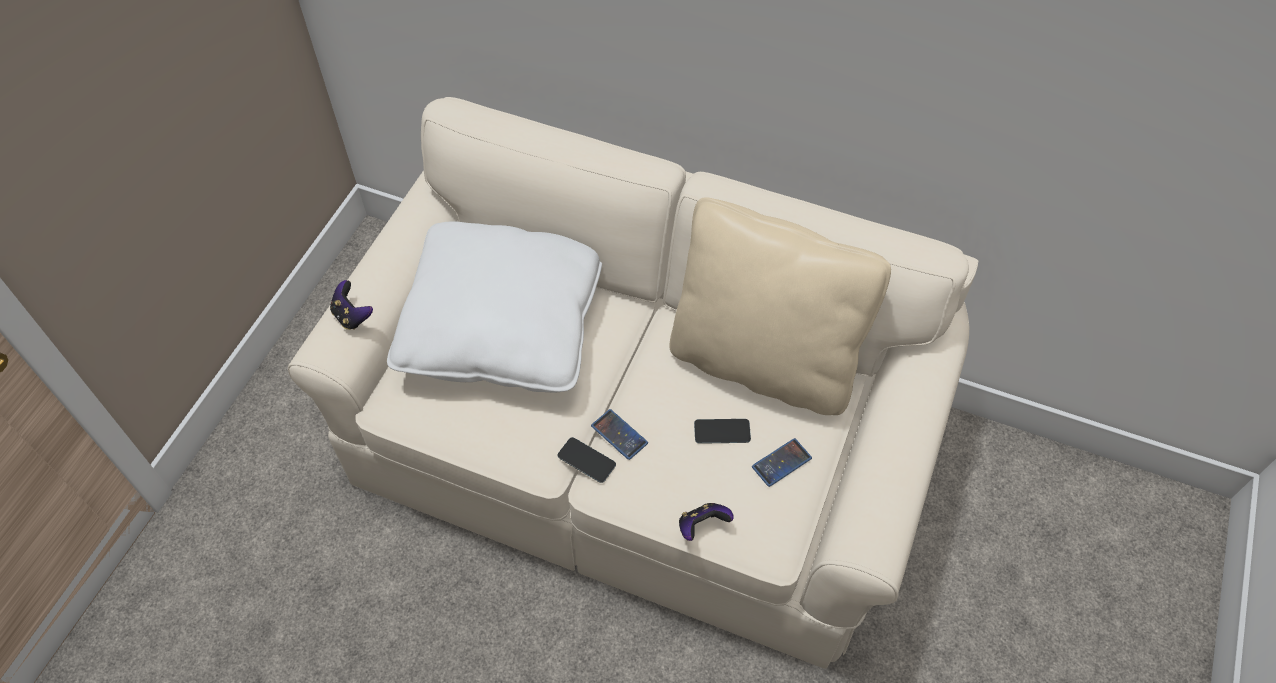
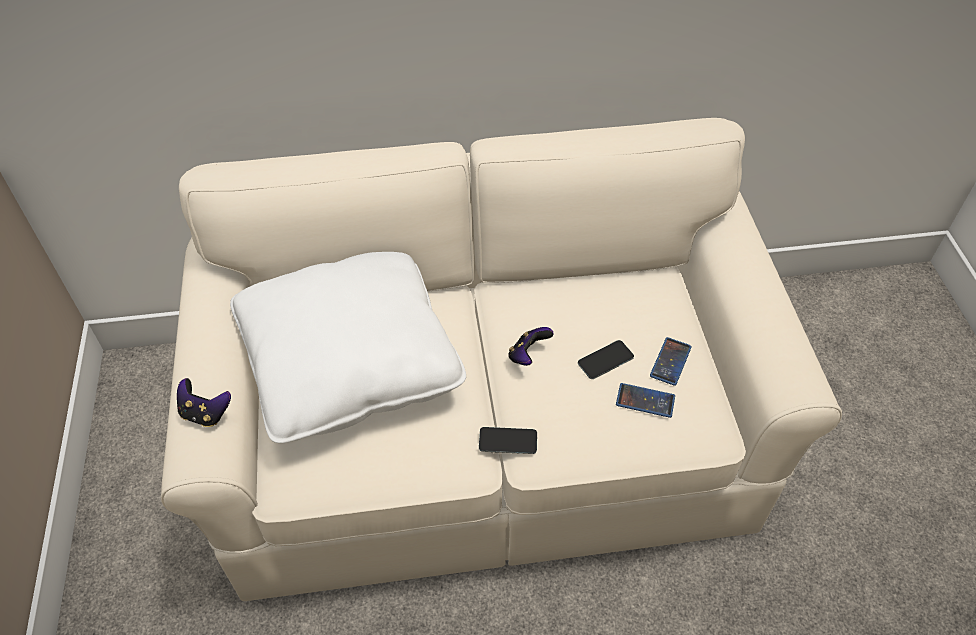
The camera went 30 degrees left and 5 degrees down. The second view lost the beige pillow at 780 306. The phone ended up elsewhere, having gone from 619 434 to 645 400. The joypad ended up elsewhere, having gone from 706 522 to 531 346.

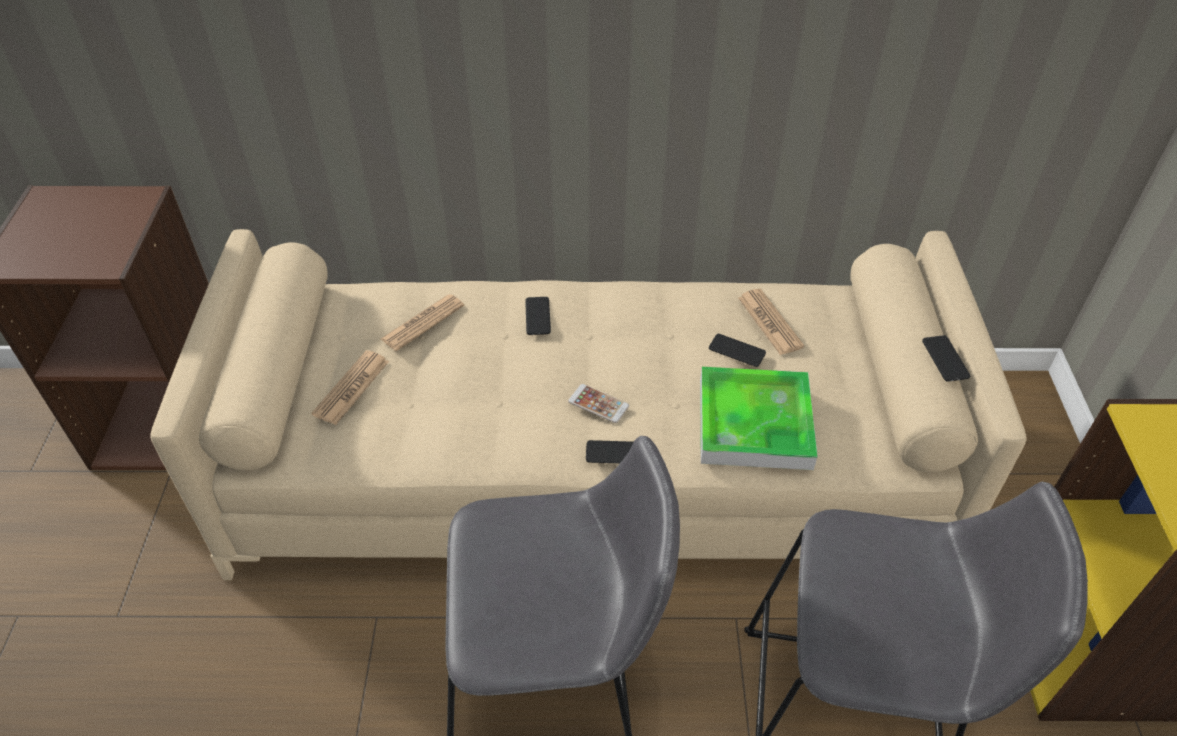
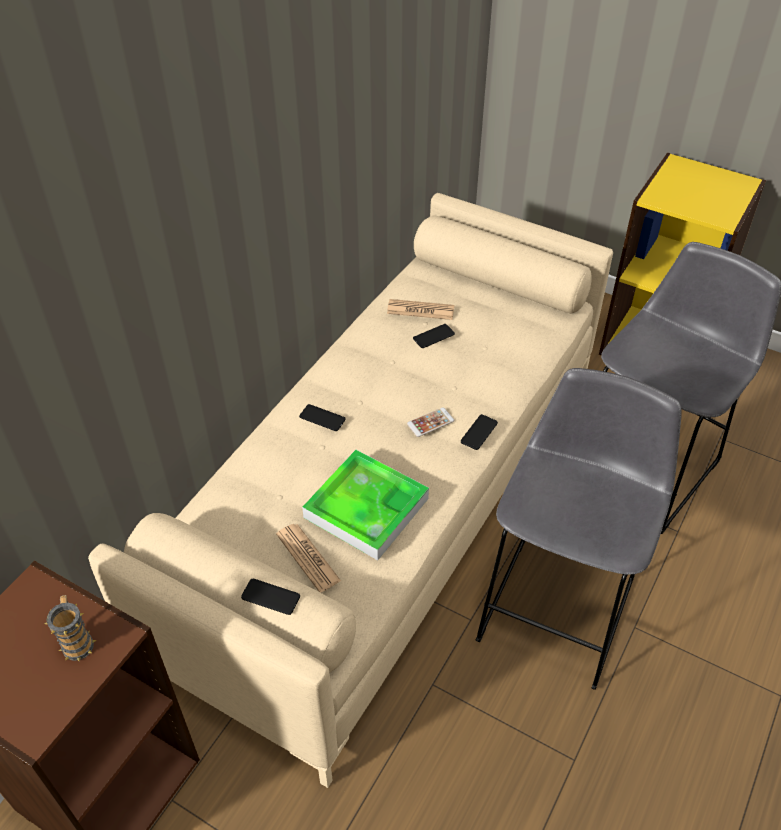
The camera went 60 degrees left and 0 degrees up. The second view lost the daily paper at 422 322. The second view gained the coffee mug at 70 628. The carrying tray ended up elsewhere, having gone from 759 418 to 365 505. The phone ended up elsewhere, having gone from 946 358 to 270 597.

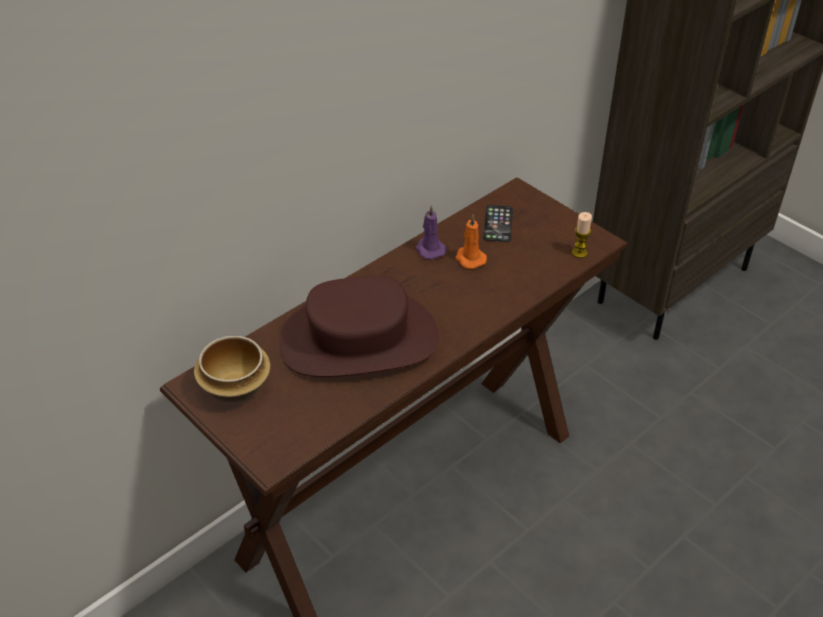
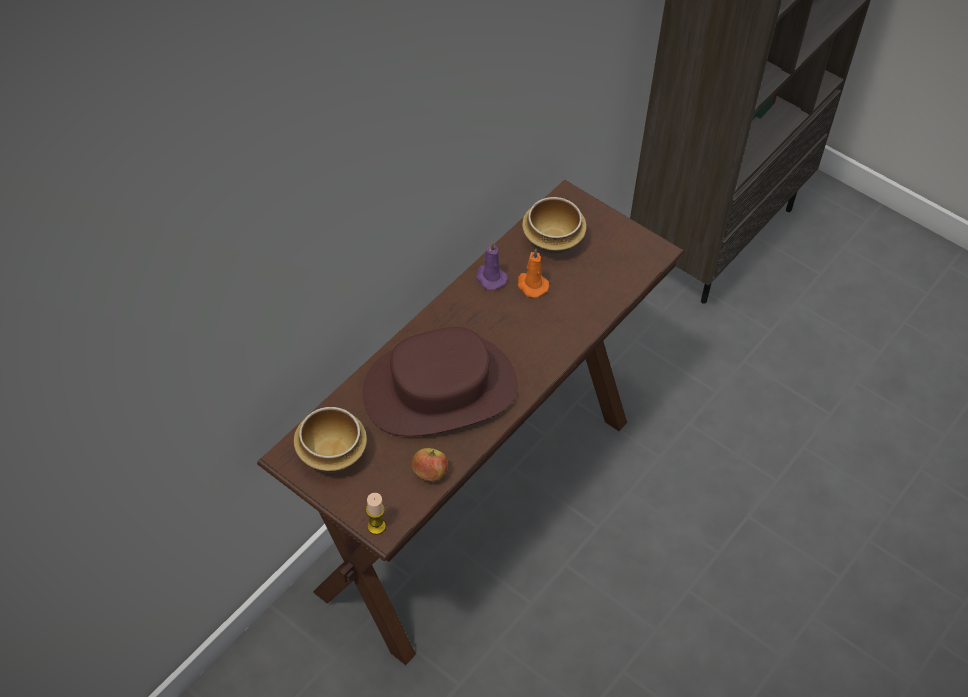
The camera went 10 degrees left and 10 degrees up. The second view gained the apple at 430 465. The wax candle ended up elsewhere, having gone from 582 235 to 376 514. Where the phone stood at 498 223, the serving bowl came to stand at 554 226.

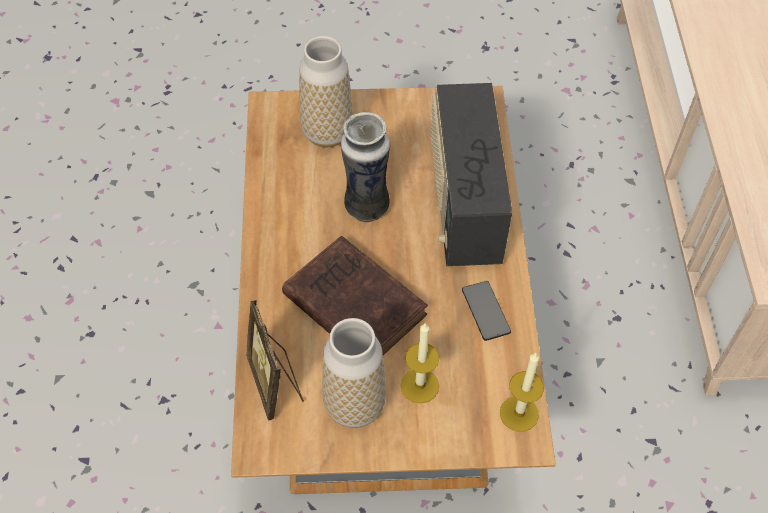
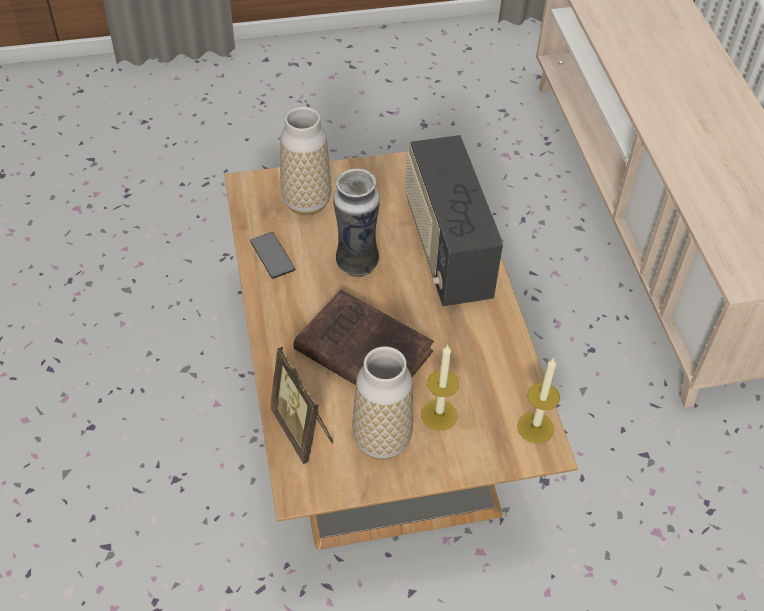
The camera went 10 degrees left and 5 degrees down. The phone ended up elsewhere, having gone from 486 311 to 272 255.

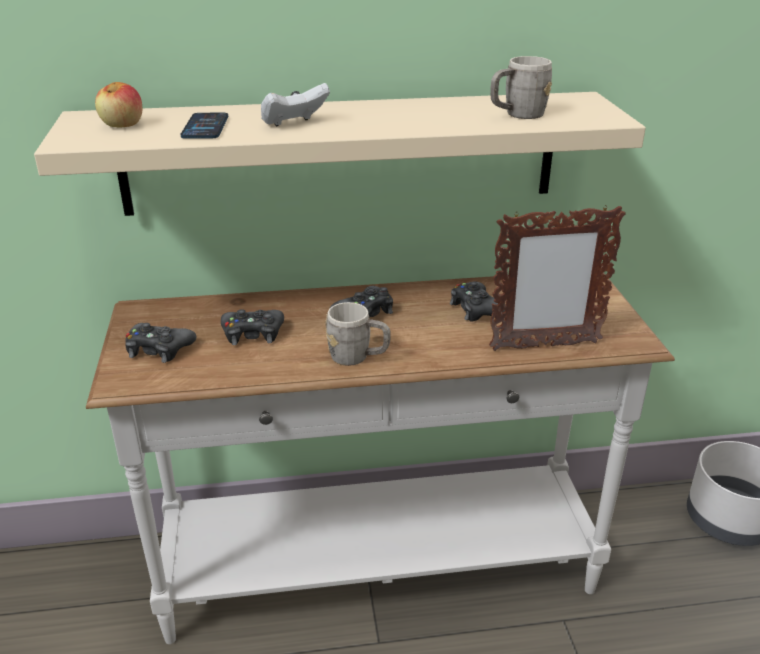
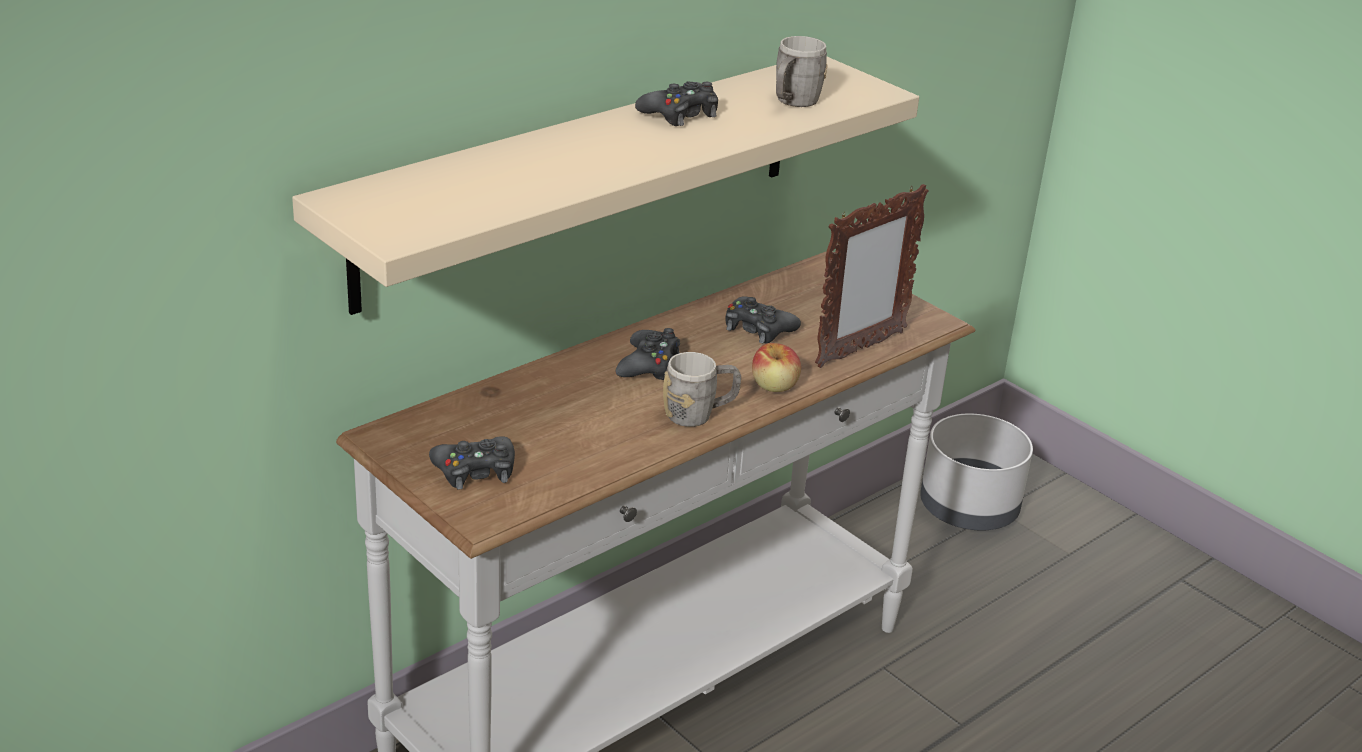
The camera went 35 degrees left and 0 degrees up. The second view lost the phone at 204 126. The second view lost the whitish joypad at 295 104. The apple ended up elsewhere, having gone from 118 104 to 776 367. The blackish joypad ended up elsewhere, having gone from 252 327 to 676 103.

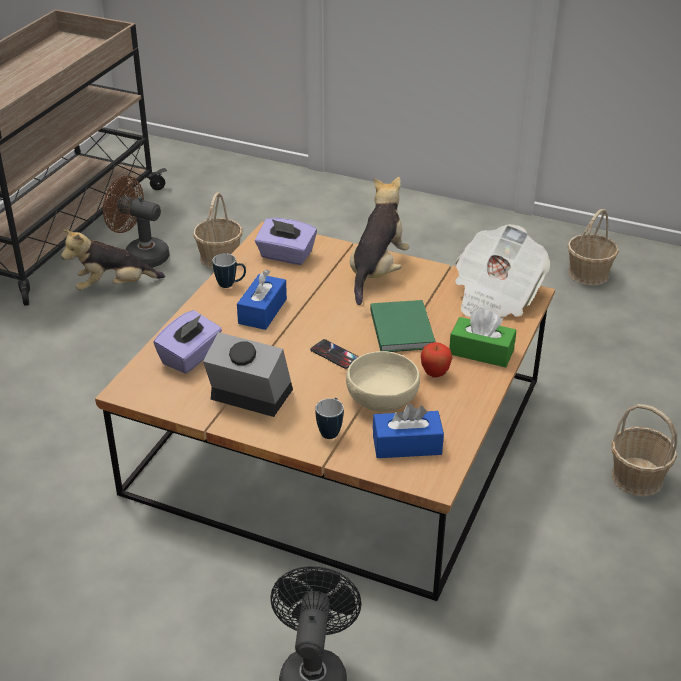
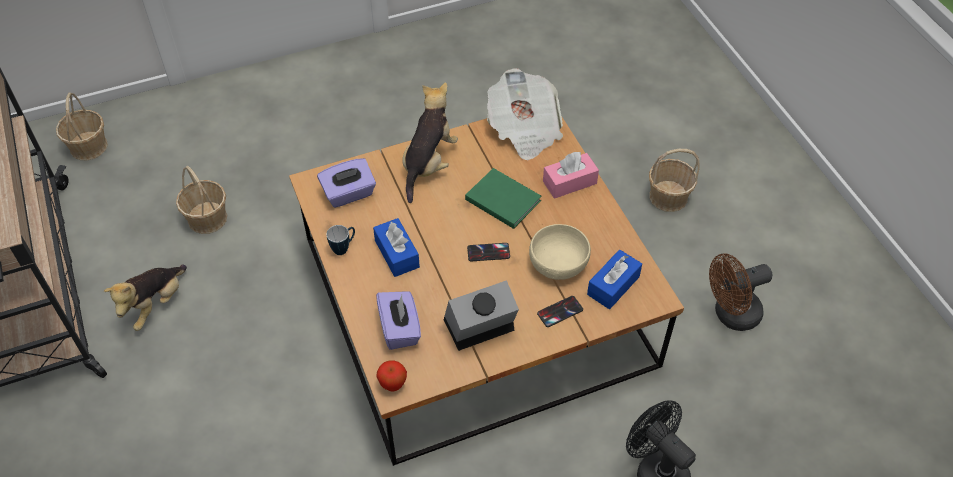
The camera went 45 degrees left and 15 degrees up. The brown cooling fan ended up elsewhere, having gone from 136 222 to 740 292. The apple ended up elsewhere, having gone from 436 360 to 391 376. The storage basket ended up elsewhere, having gone from 593 247 to 82 126. Where the coffee mug stood at 329 418, the phone came to stand at 560 311. What was the greenish box of tissues at 482 338 turned into the pink-coloured box of tissues at 571 175. The plush toy at 379 241 ended up facing another way, 45 degrees clockwise from before.

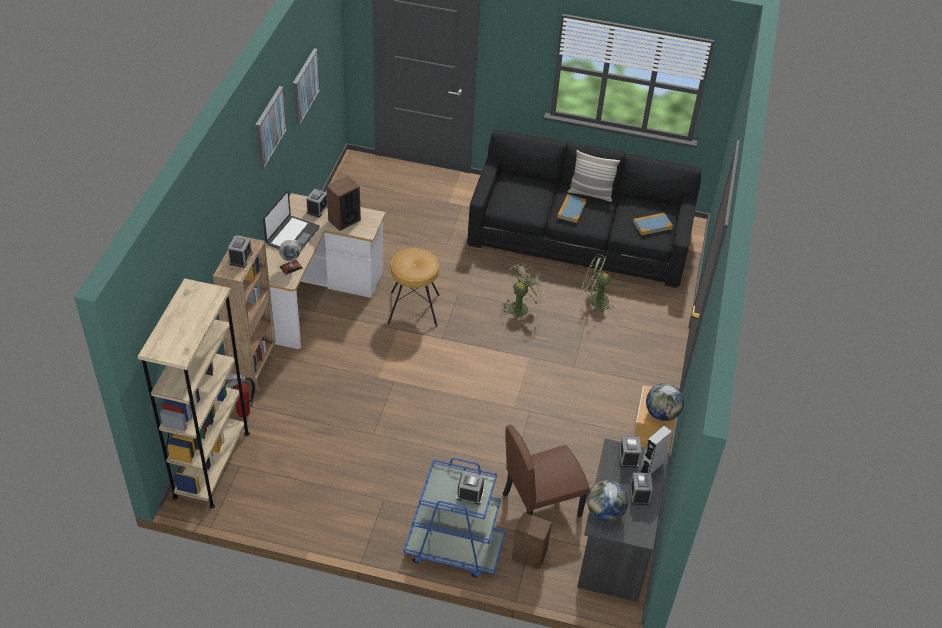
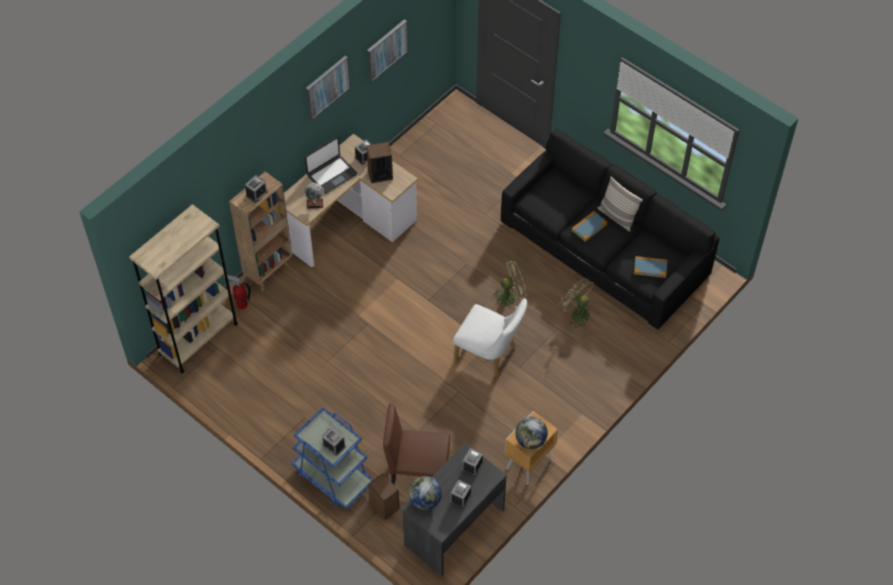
The camera went 30 degrees right and 10 degrees up. The second view lost the brown stool seat at 414 287. The second view lost the grey speaker at 656 450. The second view gained the whitish chair at 490 338.

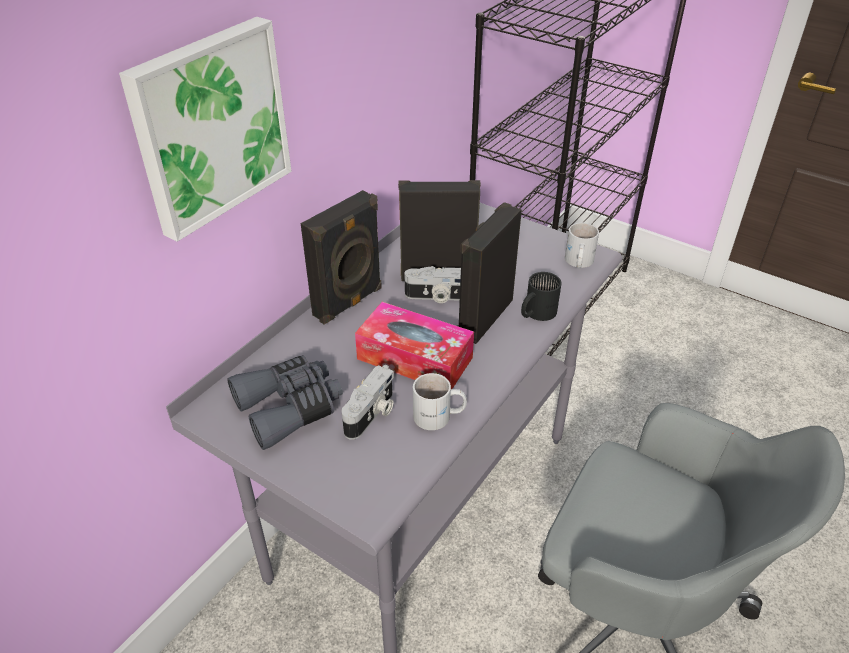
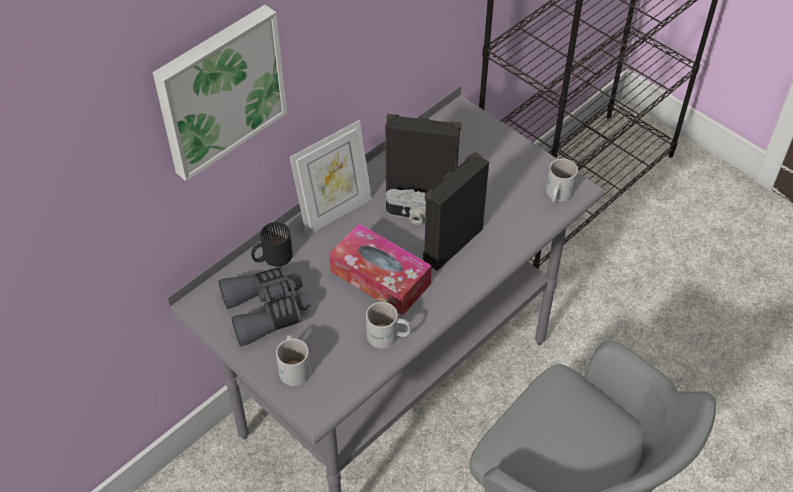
The camera went 10 degrees right and 10 degrees up. The second view lost the still camera at 367 402. The second view gained the whitish coffee mug at 293 360. The blackish coffee mug ended up elsewhere, having gone from 541 296 to 272 244. Where the blackish speaker stood at 341 257, the photo frame came to stand at 331 178.

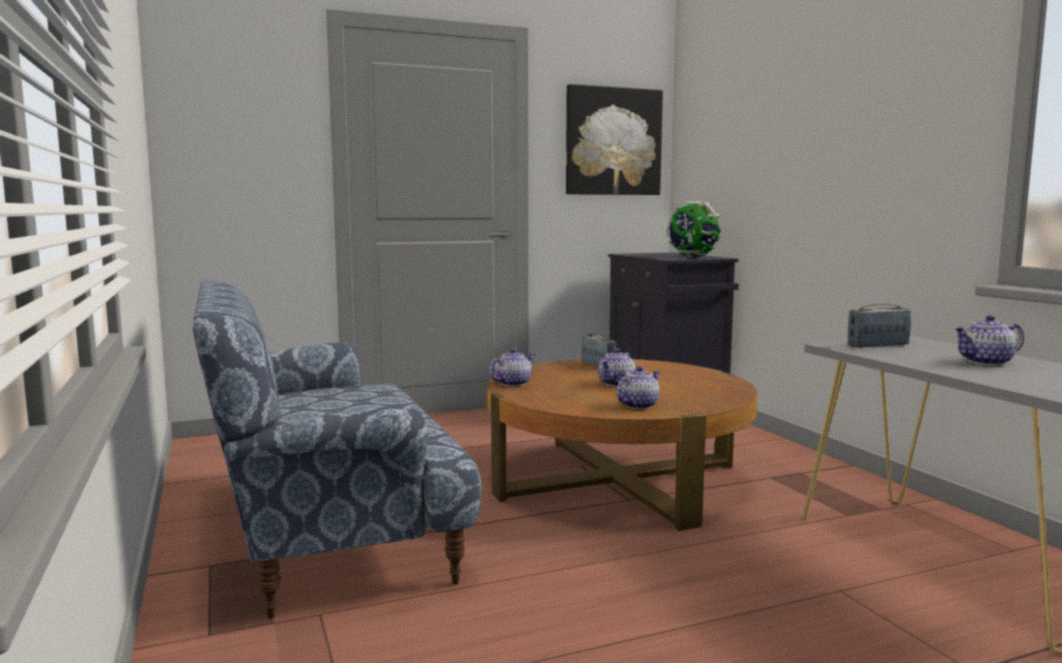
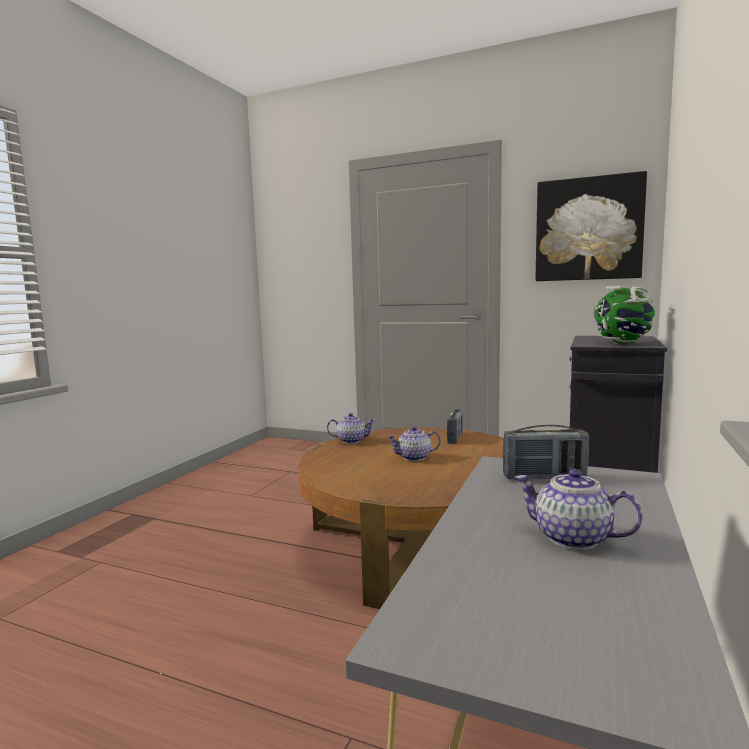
The camera went 45 degrees right and 0 degrees up. The second view lost the settee at 337 450. The second view lost the tea pot at 638 387. The radio at 879 326 ended up facing another way, 150 degrees clockwise from before.

